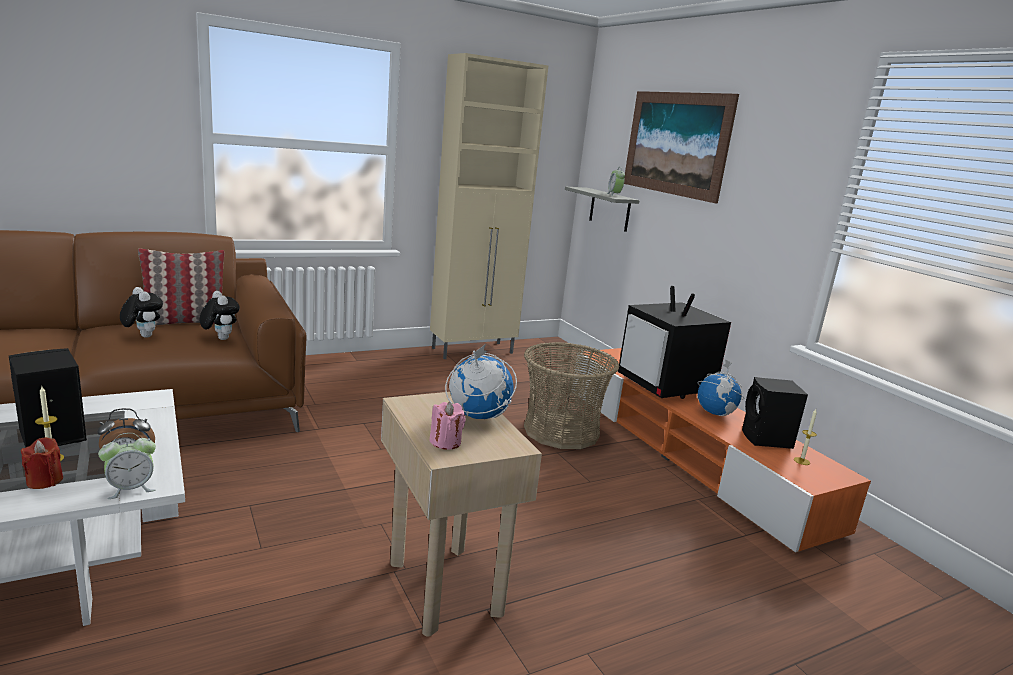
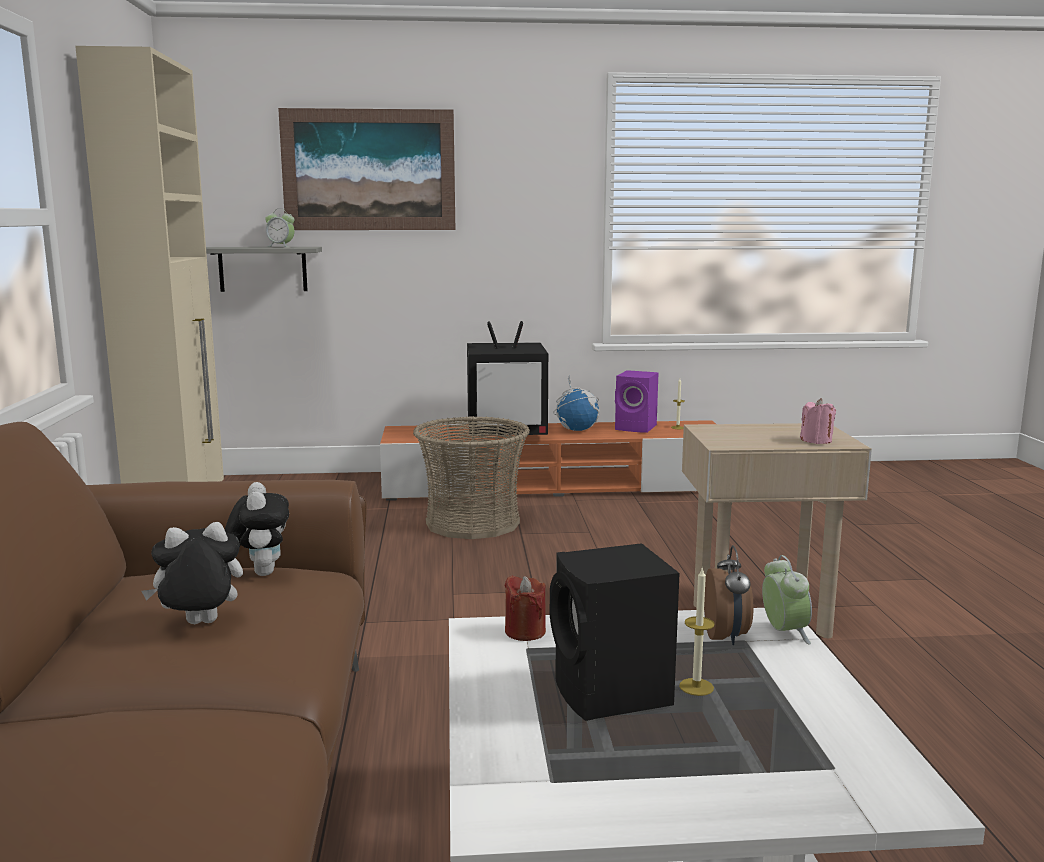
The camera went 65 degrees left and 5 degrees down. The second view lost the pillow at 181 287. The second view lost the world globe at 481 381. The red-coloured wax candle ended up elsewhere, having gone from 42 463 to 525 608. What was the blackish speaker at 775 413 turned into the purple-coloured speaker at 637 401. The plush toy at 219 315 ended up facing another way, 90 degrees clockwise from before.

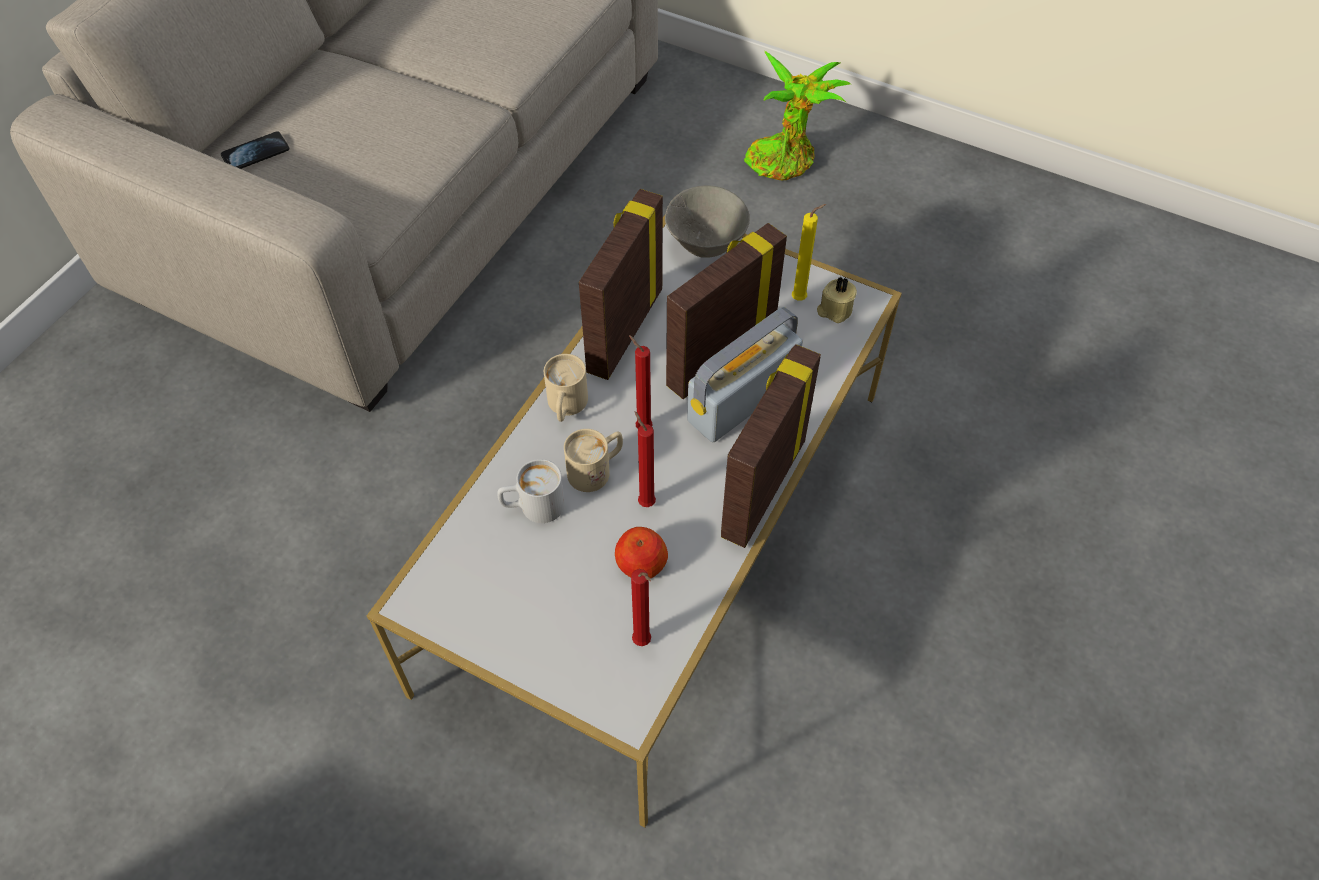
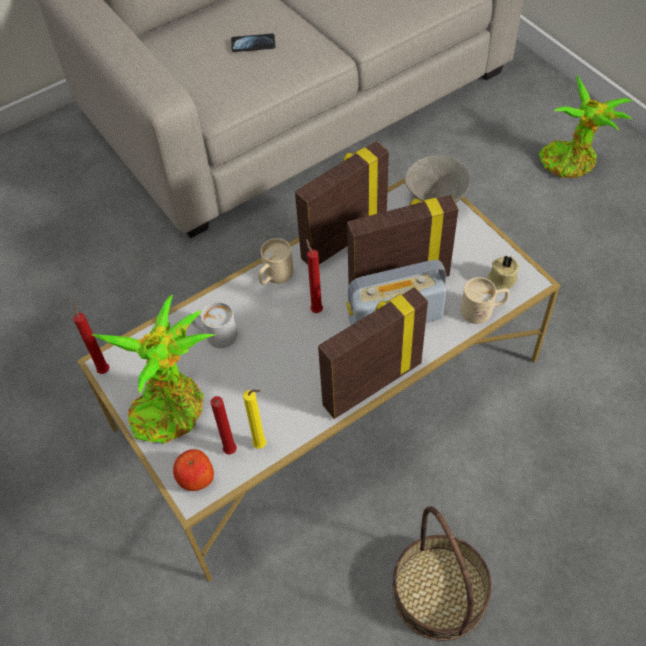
The camera went 30 degrees right and 0 degrees up. The second view gained the houseplant at 153 369. The second view gained the storage basket at 442 573. The phone ended up elsewhere, having gone from 255 150 to 253 43. The beige coffee mug ended up elsewhere, having gone from 593 460 to 485 300. The apple ended up elsewhere, having gone from 641 553 to 193 470. The red-coloured wax candle ended up elsewhere, having gone from 645 459 to 91 337. The yellowish wax candle ended up elsewhere, having gone from 809 252 to 254 419.

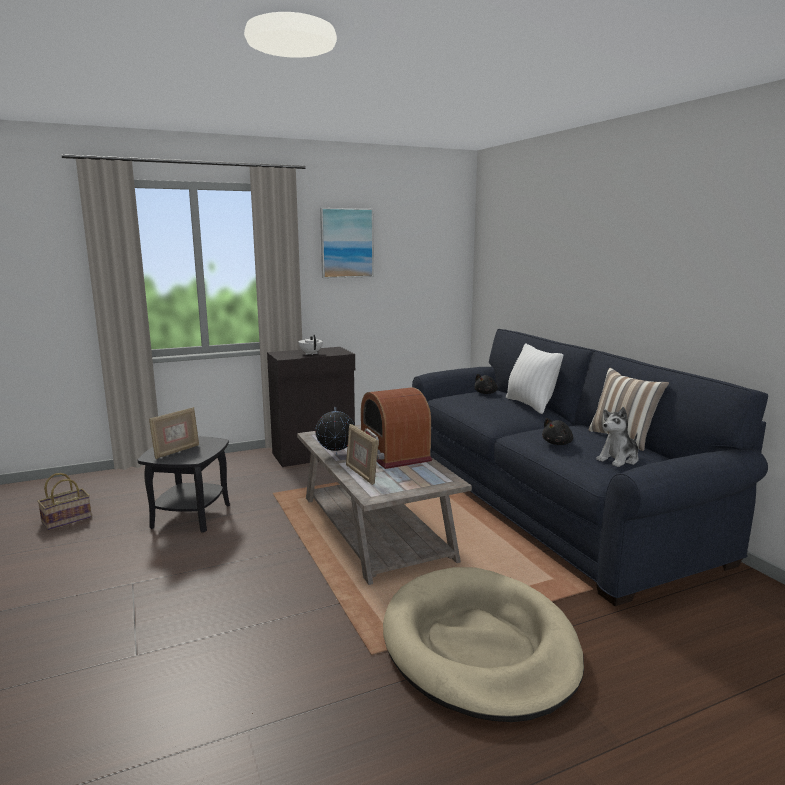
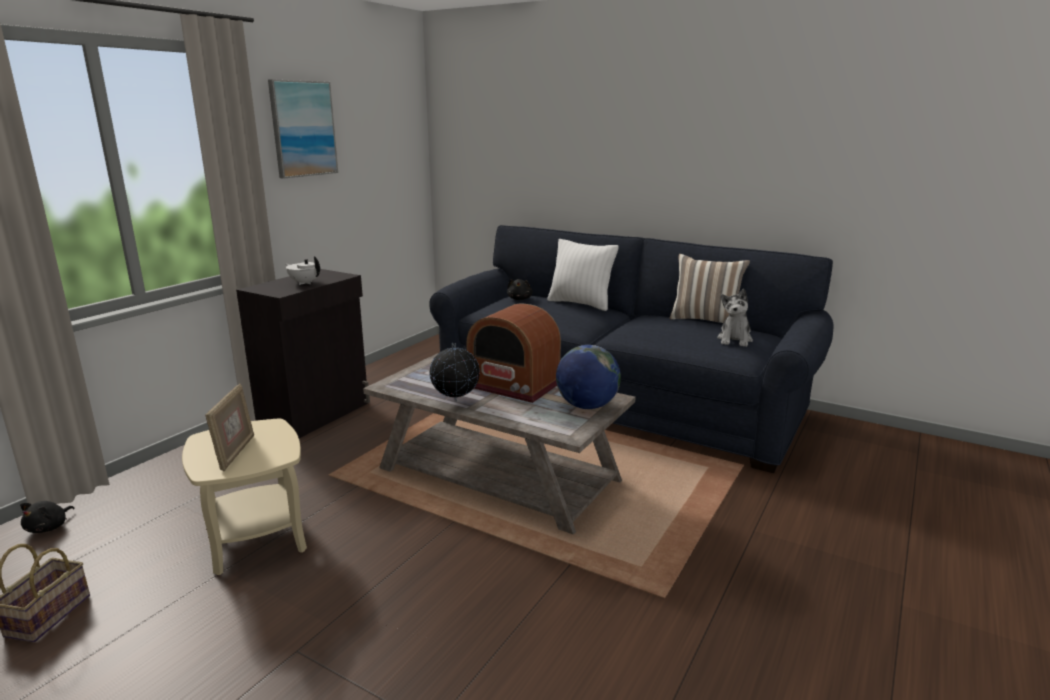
The camera went 35 degrees left and 5 degrees up. The second view lost the photo frame at 362 454. The second view lost the beige pet bed at 483 644. The second view gained the world globe at 588 377. The blackish plush toy ended up elsewhere, having gone from 557 431 to 47 517. What was the blackish side table at 184 484 turned into the beige side table at 244 497.

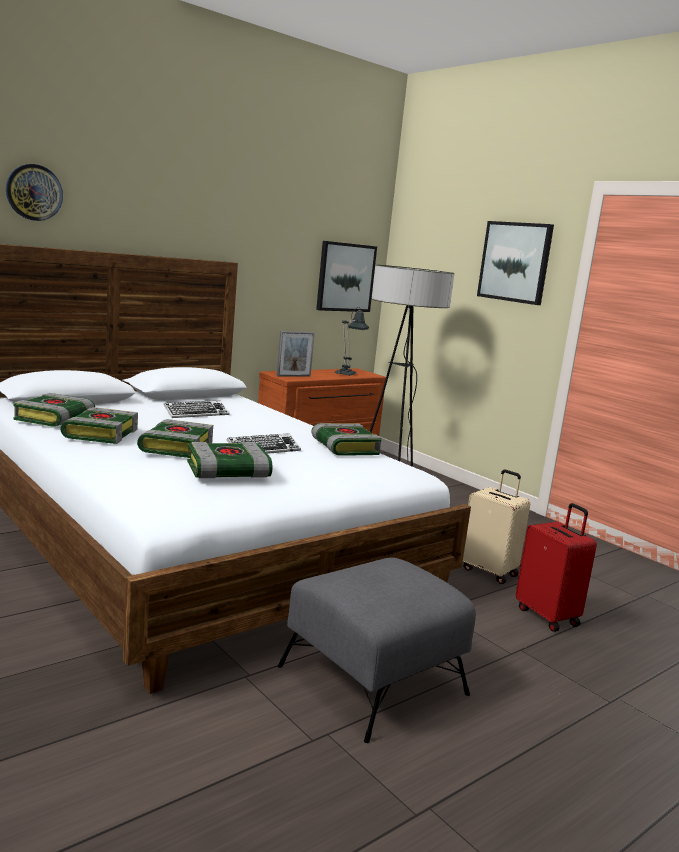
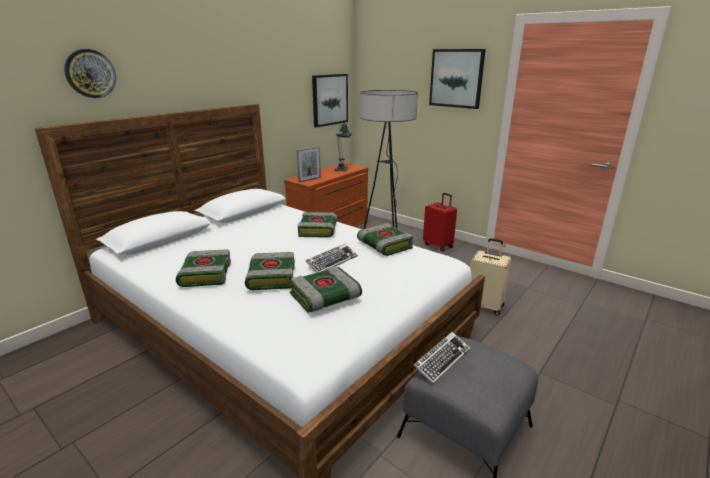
The camera went 10 degrees left and 10 degrees up. The volume ended up elsewhere, having gone from 54 410 to 317 225. The keyboard ended up elsewhere, having gone from 197 409 to 441 358. The red-coloured piece of luggage ended up elsewhere, having gone from 556 567 to 440 222.

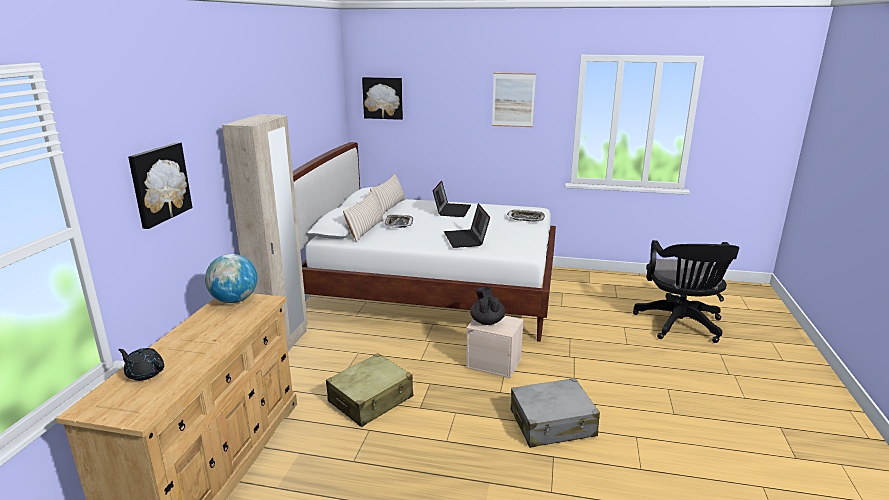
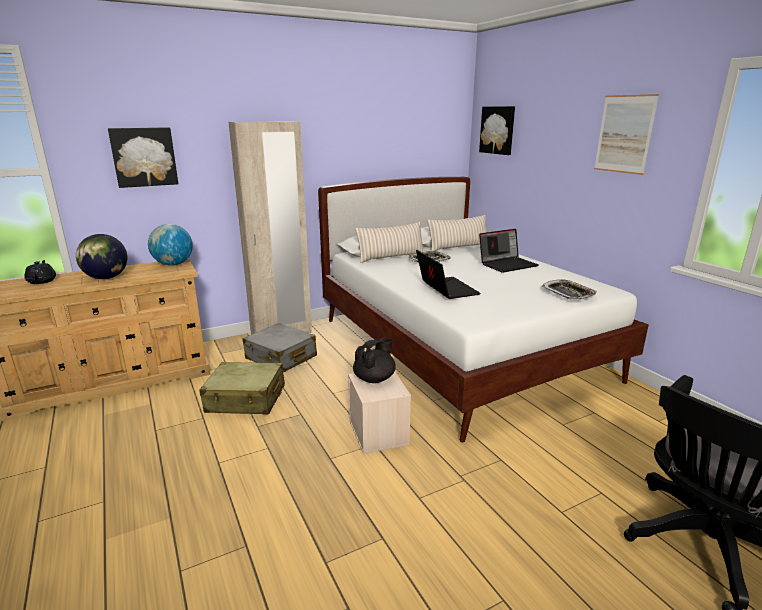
The camera went 50 degrees right and 0 degrees up. The second view gained the world globe at 101 256. The grey piece of luggage ended up elsewhere, having gone from 555 413 to 279 348. The notebook computer at 467 226 ended up facing another way, 120 degrees clockwise from before.

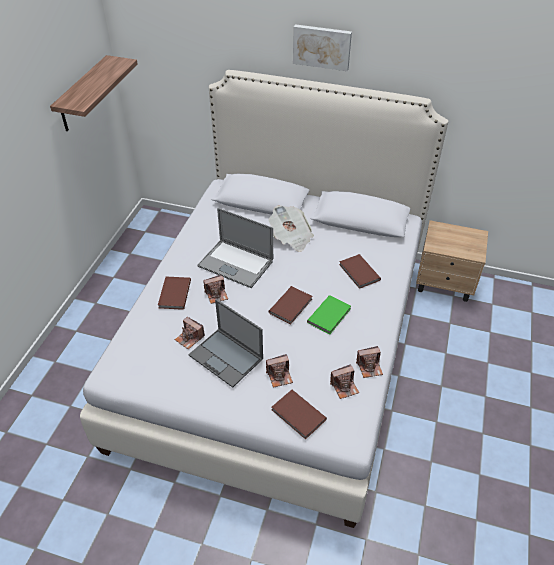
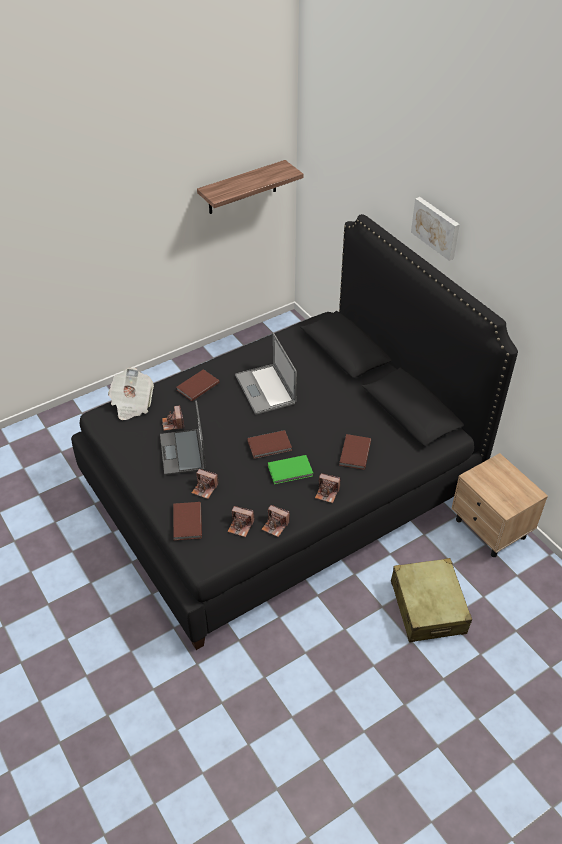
The camera went 40 degrees right and 0 degrees up. The second view gained the beige piece of luggage at 431 600. The still camera ended up elsewhere, having gone from 215 289 to 327 488. The daily paper ended up elsewhere, having gone from 291 228 to 131 393. What was the whitish bed at 264 299 turned into the blackish bed at 294 432.

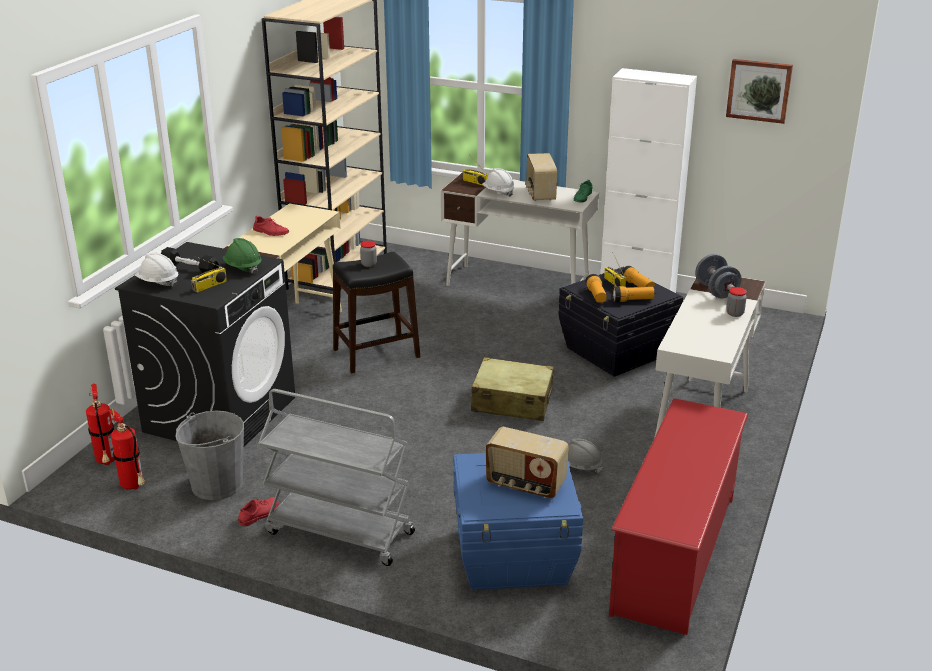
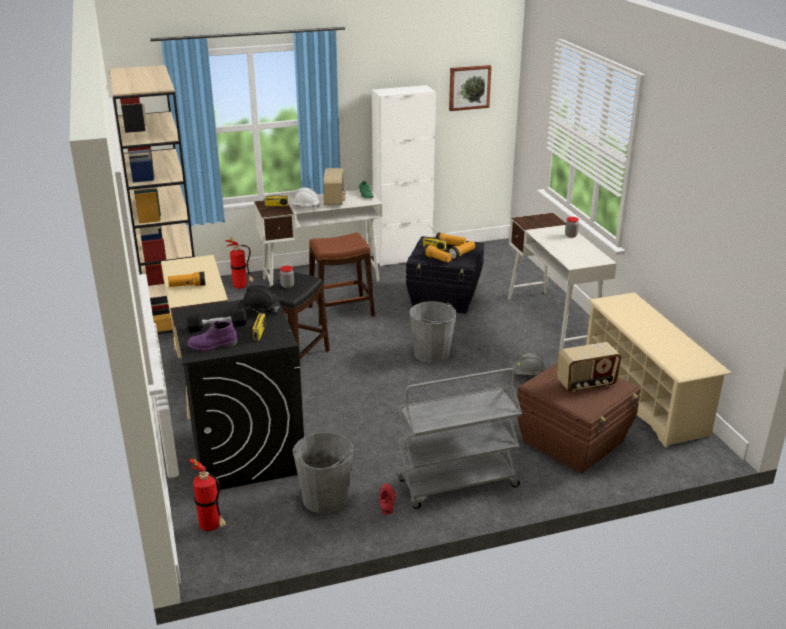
The camera went 40 degrees left and 0 degrees up. The second view lost the grey free weight at 718 276. The second view gained the brown stool seat at 342 279. The fire extinguisher ended up elsewhere, having gone from 127 449 to 239 263. Where the whitish work helmet stood at 156 270, the purple-coloured high-top boot came to stand at 212 336. Where the red-coloured shoe stood at 271 226, the flashlight came to stand at 187 279. Where the beige piece of luggage stood at 512 389, the grey bucket came to stand at 432 332. What was the greenish work helmet at 241 256 turned into the blackish work helmet at 258 298. What was the bluish storage container at 518 521 turned into the brown storage container at 579 418. What was the red-coloured shoe shelf at 678 516 turned into the beige shoe shelf at 659 369. The radio at 541 177 ended up facing another way, 135 degrees counterclockwise from before.

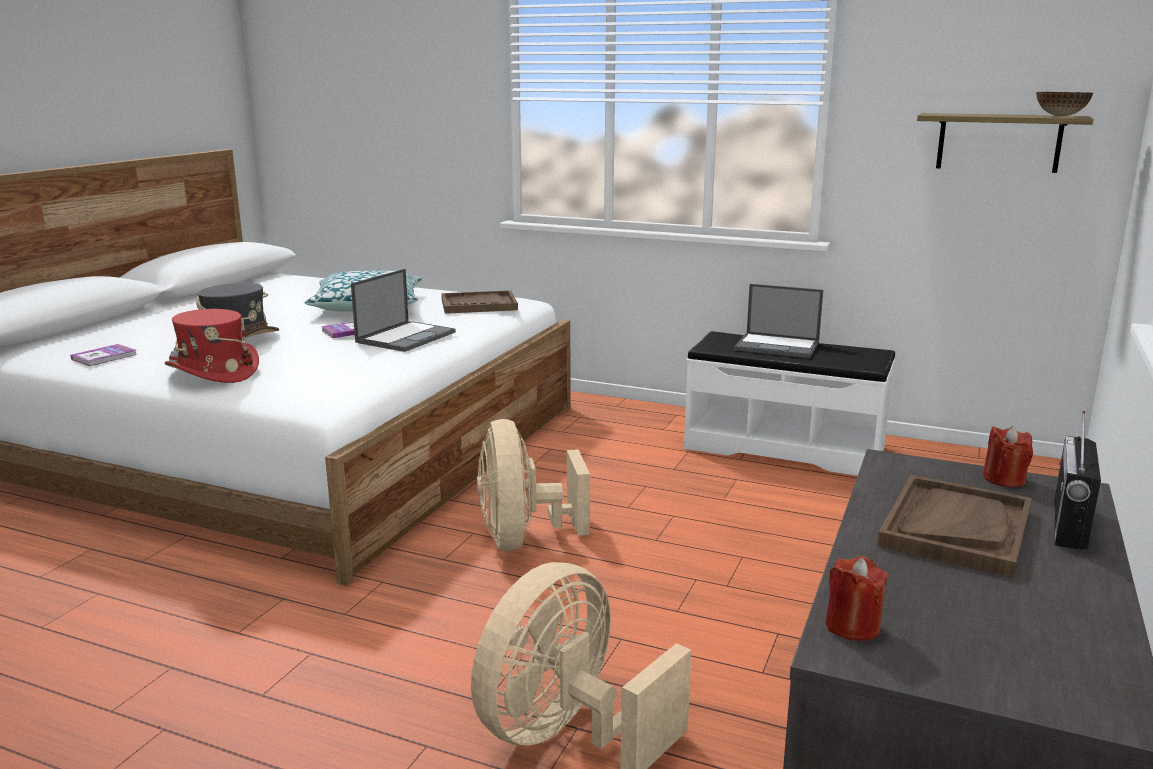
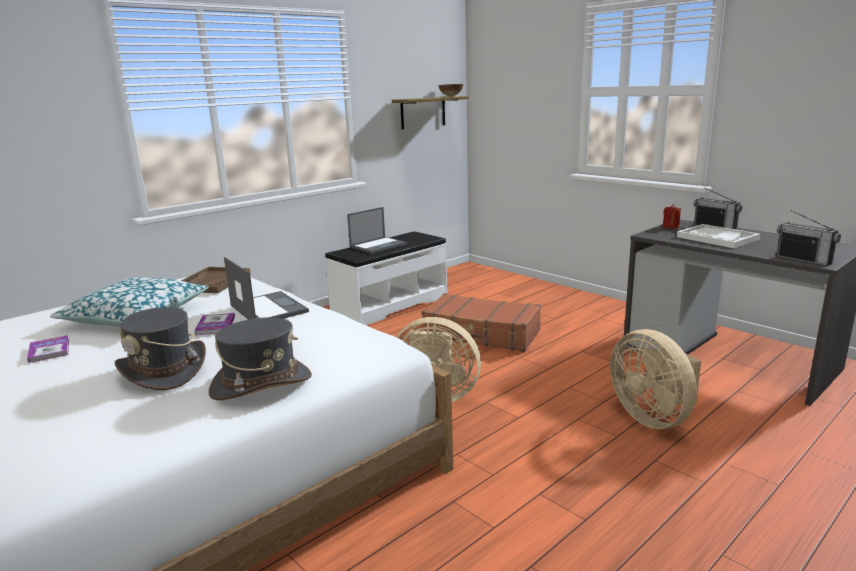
The camera went 65 degrees left and 0 degrees up. The second view gained the brown piece of luggage at 481 322. The volume ended up elsewhere, having gone from 103 355 to 48 349. Where the red-coloured wax candle stood at 857 598, the radio came to stand at 808 238. What was the red-coloured wearable hat at 212 346 turned into the grey wearable hat at 260 358. What was the brown carrying tray at 954 526 turned into the whitish carrying tray at 718 236.

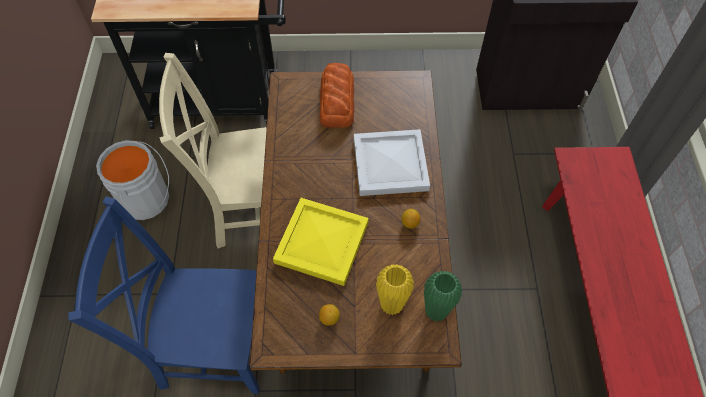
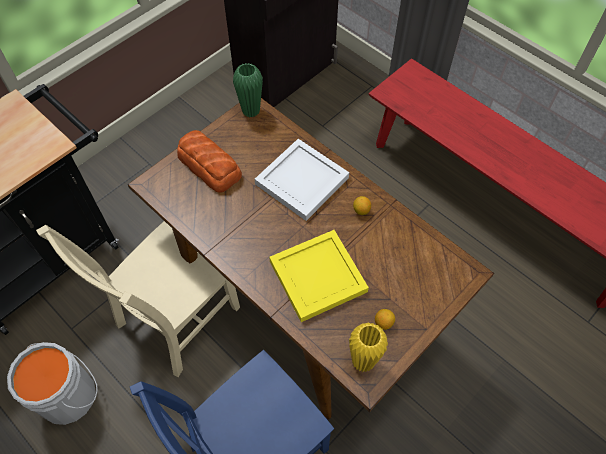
The camera went 45 degrees left and 0 degrees up. The yellowish decorative vase ended up elsewhere, having gone from 395 289 to 368 347. The greenish decorative vase ended up elsewhere, having gone from 443 296 to 248 90.

